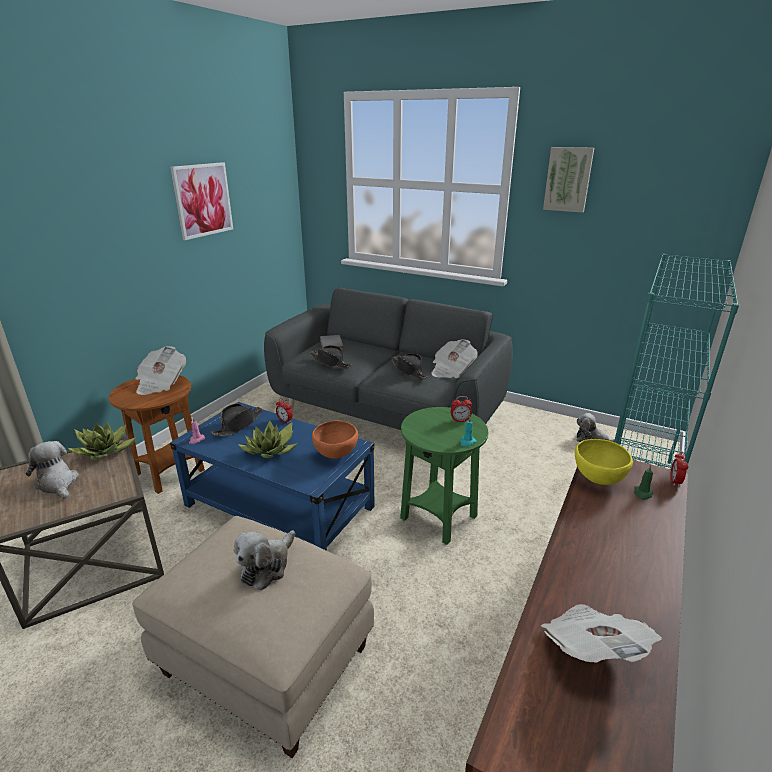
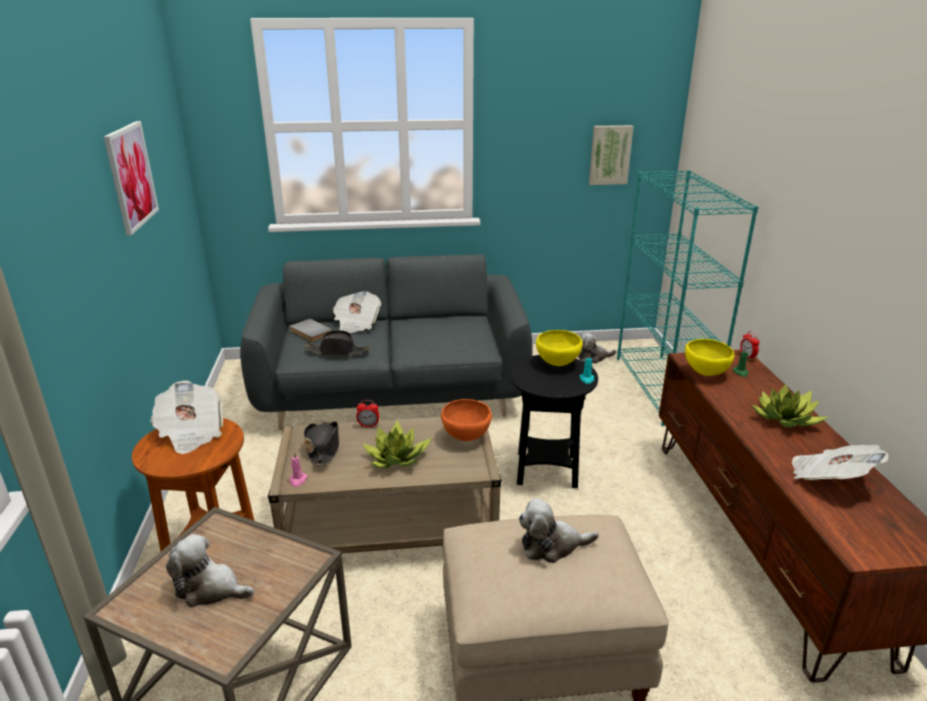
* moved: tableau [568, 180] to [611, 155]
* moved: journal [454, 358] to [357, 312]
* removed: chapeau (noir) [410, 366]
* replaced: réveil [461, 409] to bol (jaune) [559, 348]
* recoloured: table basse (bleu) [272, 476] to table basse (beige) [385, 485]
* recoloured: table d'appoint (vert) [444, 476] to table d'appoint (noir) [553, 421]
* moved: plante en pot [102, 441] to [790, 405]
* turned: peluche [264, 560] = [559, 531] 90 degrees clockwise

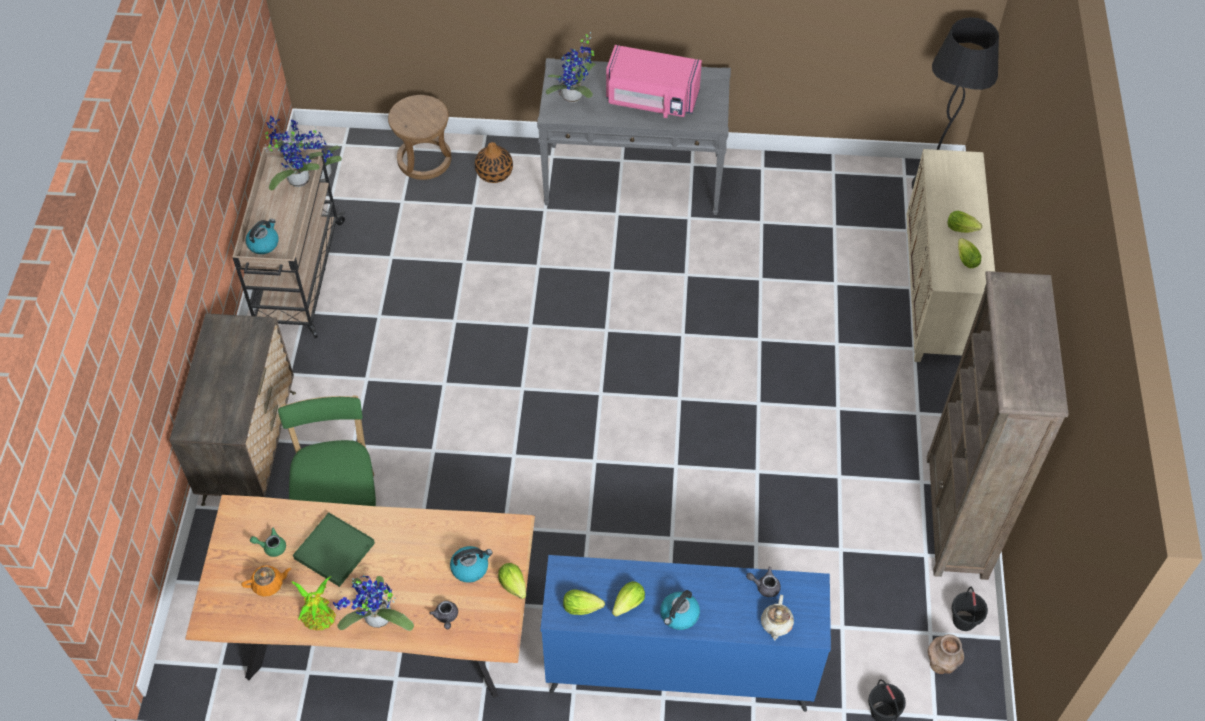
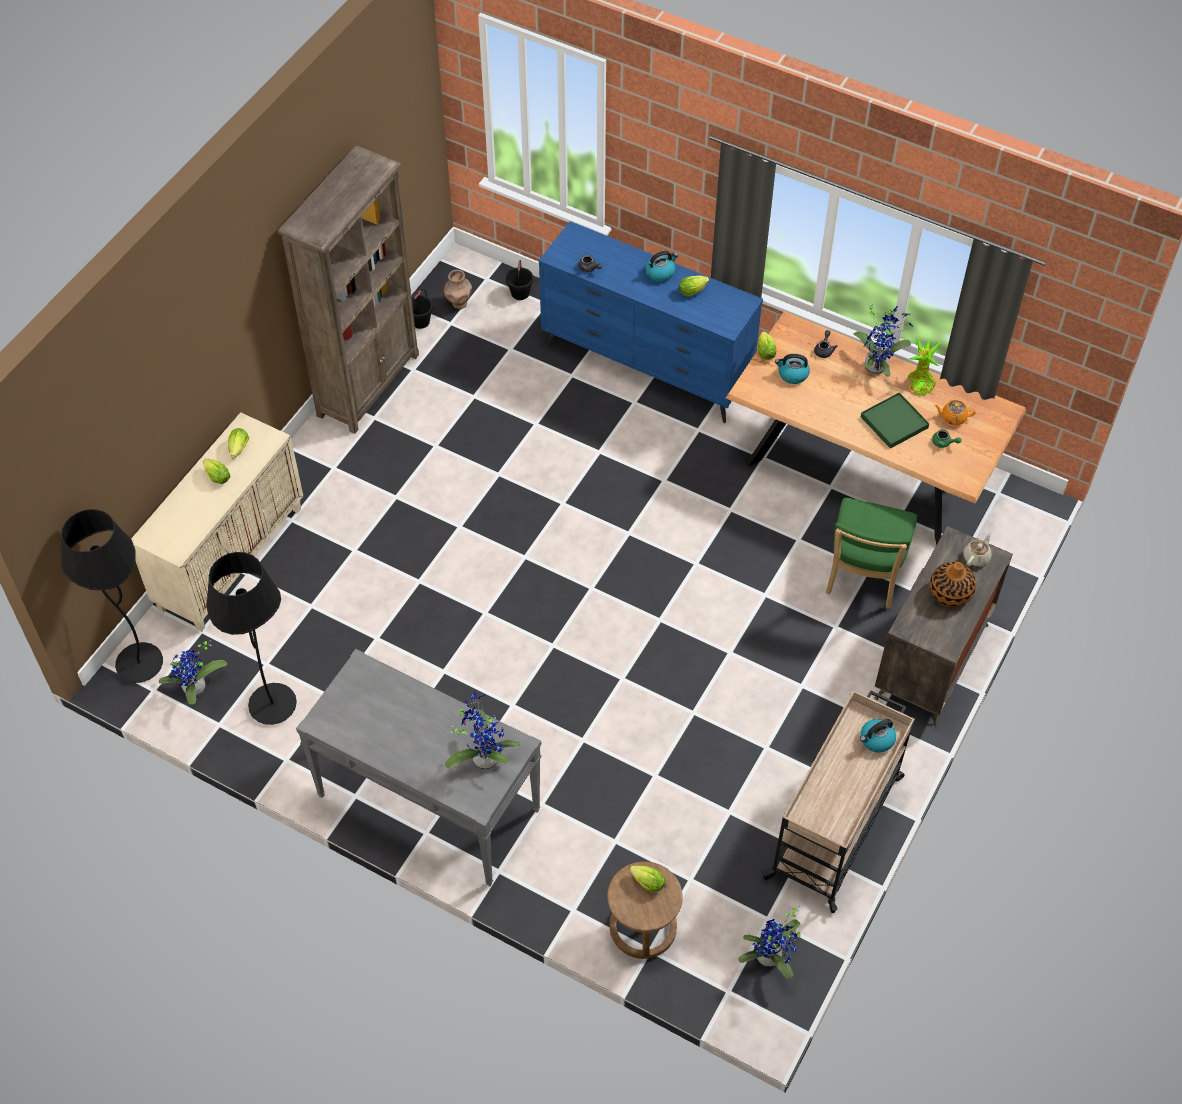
* removed: micro-ondes (rose) [654, 81]
* moved: plante en pot [294, 153] to [193, 672]
* moved: vase [494, 162] to [953, 584]
* moved: laitue [584, 602] to [647, 879]
* moved: théière (beige) [777, 618] to [977, 549]
* added: lampadaire (noir) [251, 638]

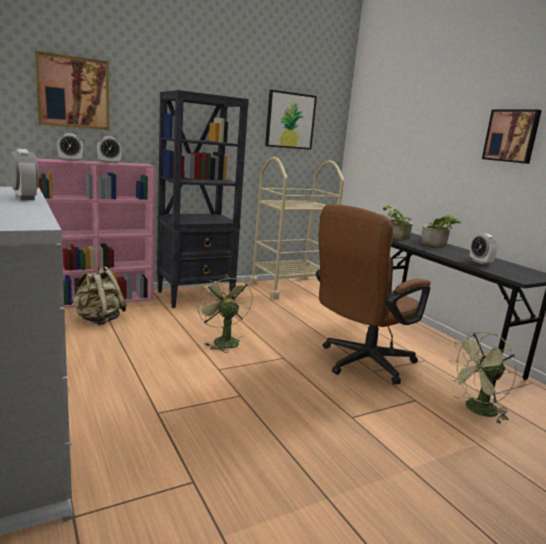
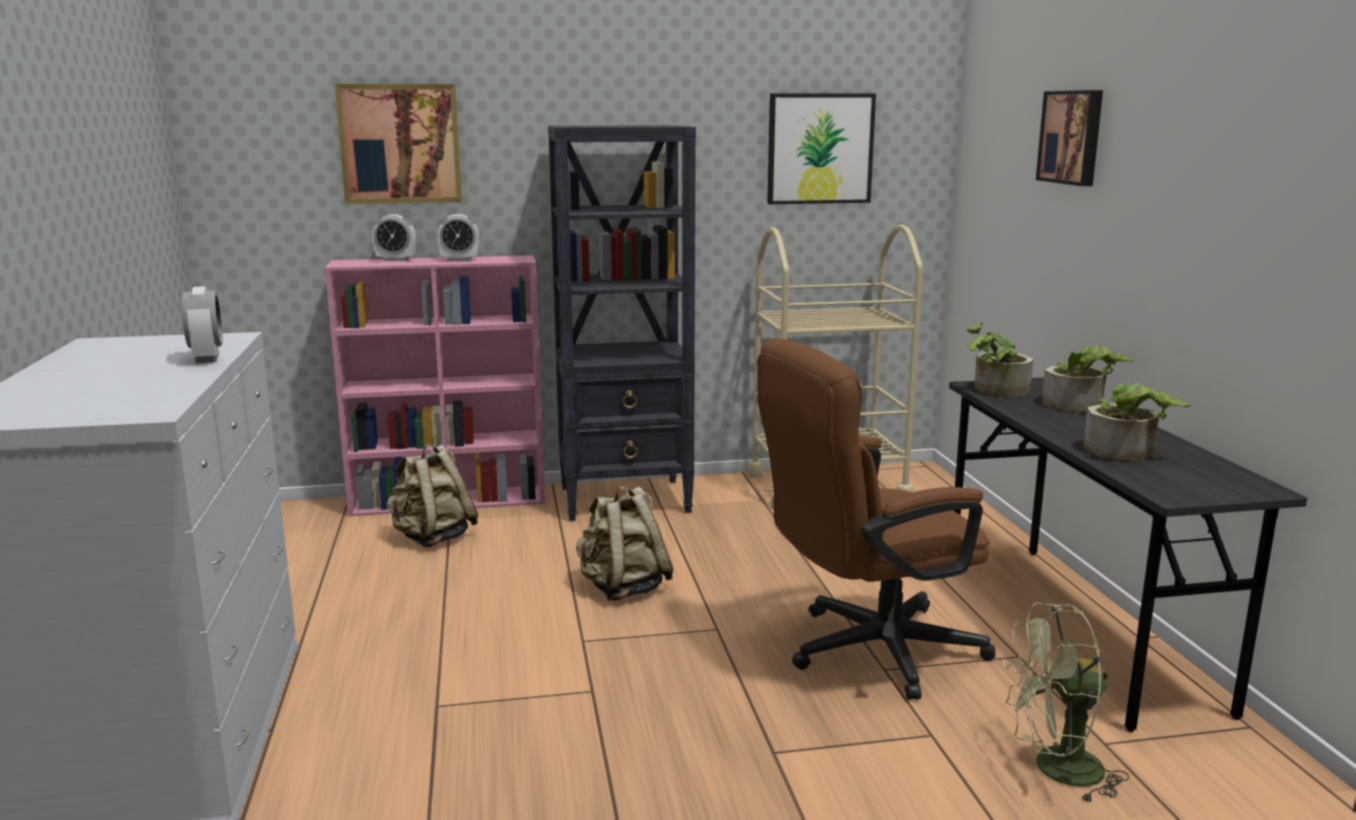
* moved: tableau [512, 136] to [1069, 138]
* replaced: réveil [483, 249] to plante en pot [1137, 422]
* replaced: ventilateur (vert) [224, 313] to sac à dos (beige) [624, 543]

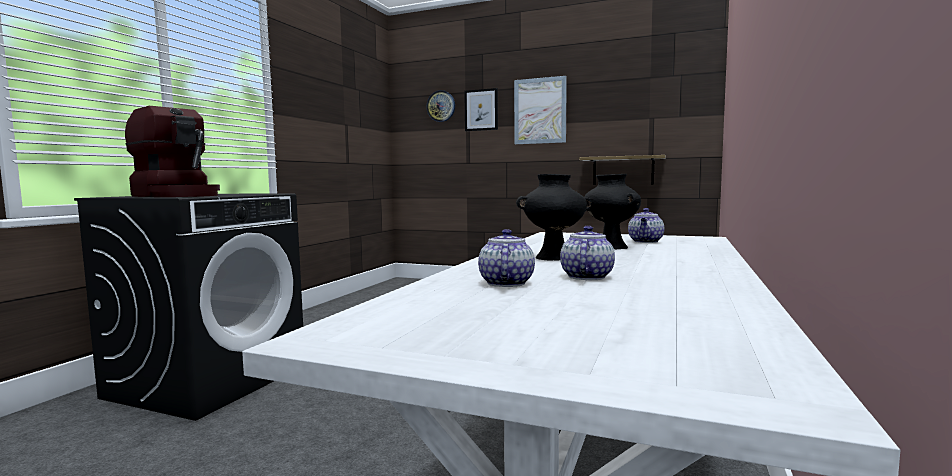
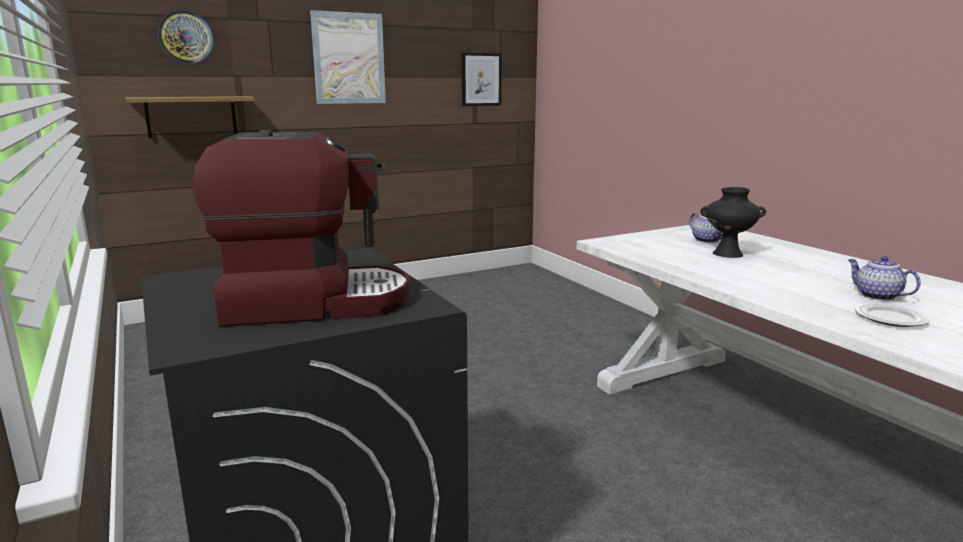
* moved: tableau [481, 109] to [482, 79]
* moved: étagère [622, 170] to [190, 117]
* removed: vase (noir) [554, 217]
* replaced: théière [506, 258] to assiette [892, 315]

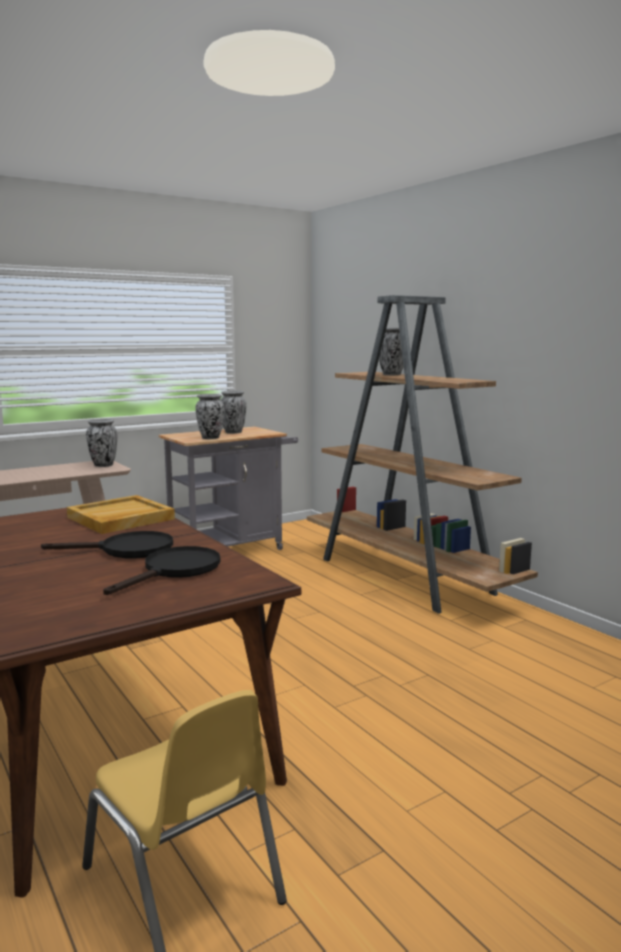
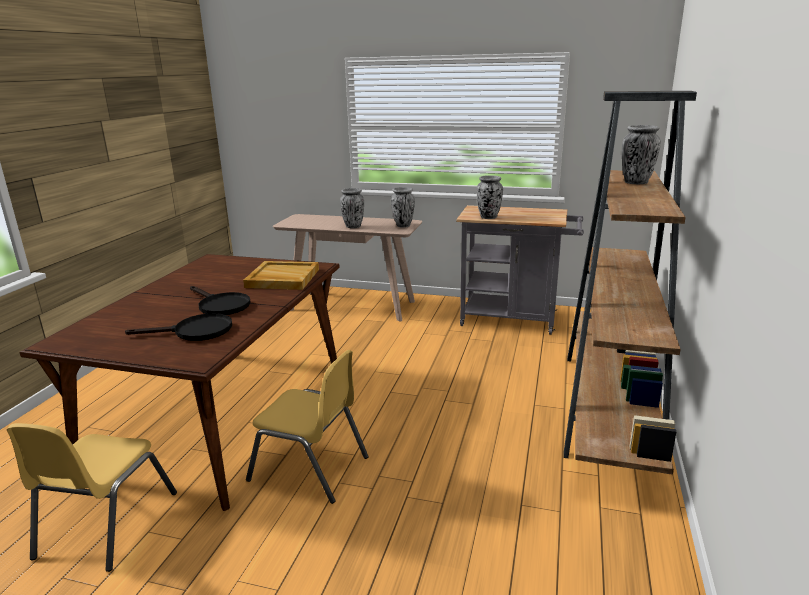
* moved: vase [233, 412] to [352, 208]
* added: chaise (jaune) [307, 427]

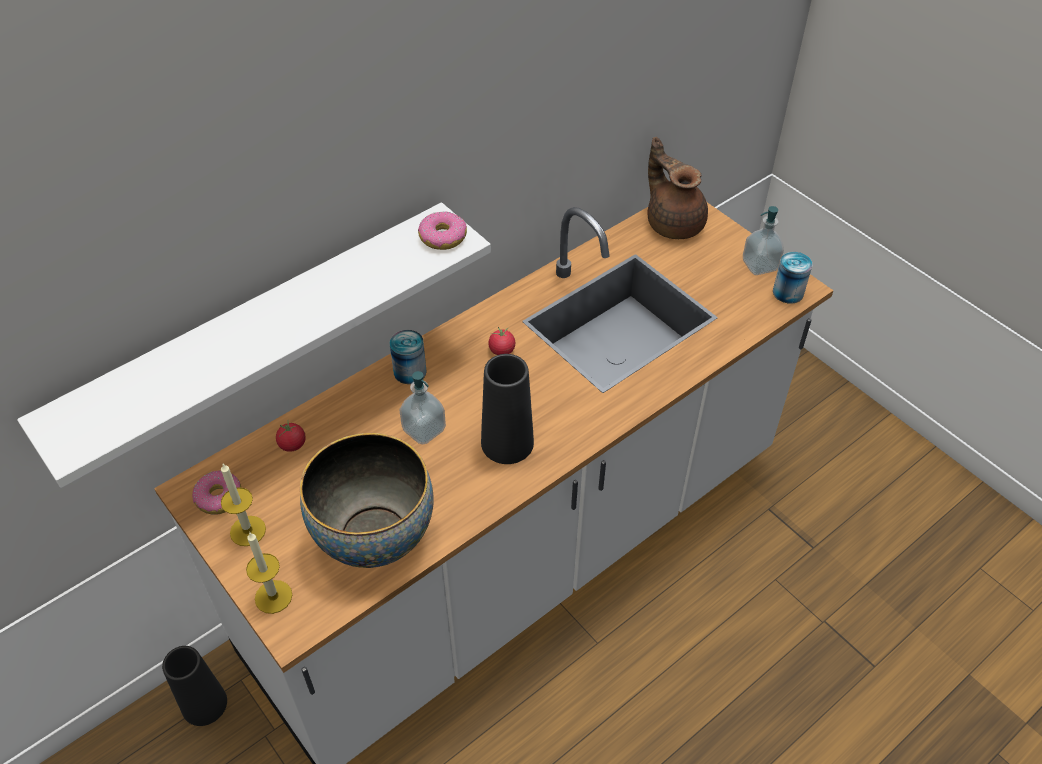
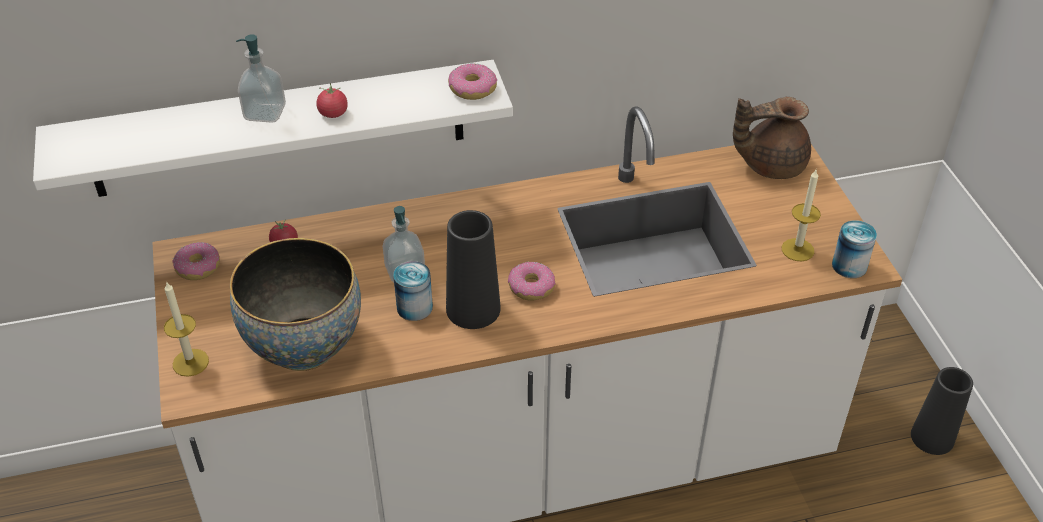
* turned: théière (marron) [678, 188] = [772, 138] 90 degrees counterclockwise
* moved: distributeur de savon [763, 240] to [261, 78]
* moved: tomate [501, 341] to [332, 100]
* moved: boîte métallique [408, 357] to [413, 291]
* moved: bougie [243, 505] to [801, 215]
* moved: vase (noir) [194, 686] to [942, 411]
* added: beignet [532, 281]

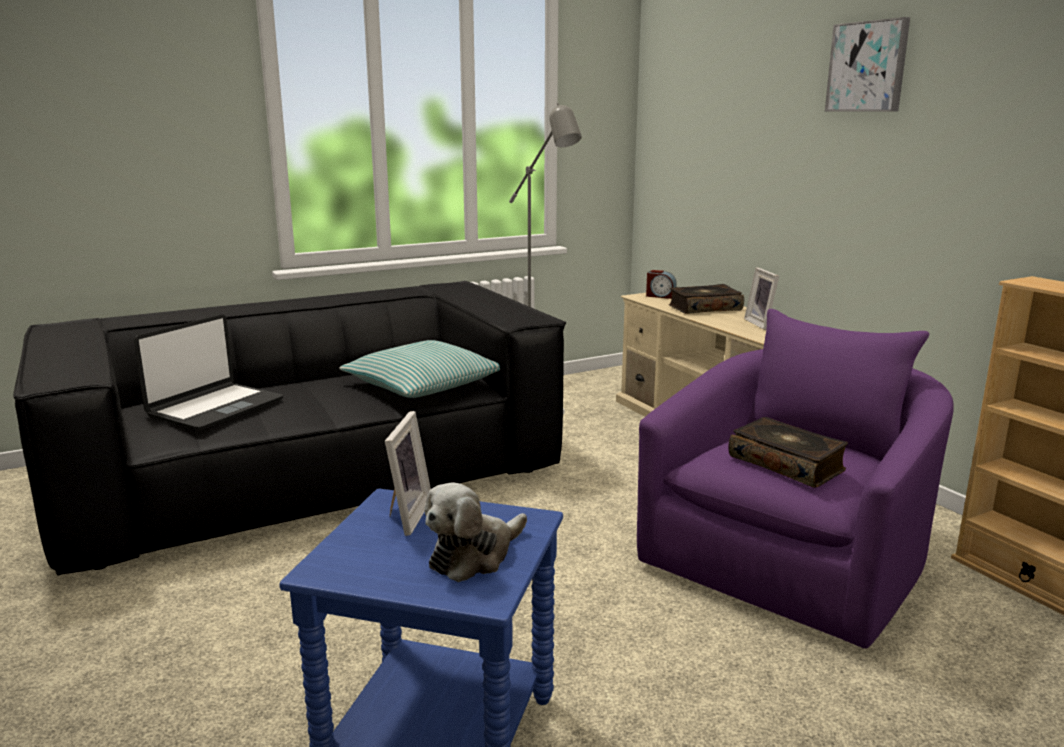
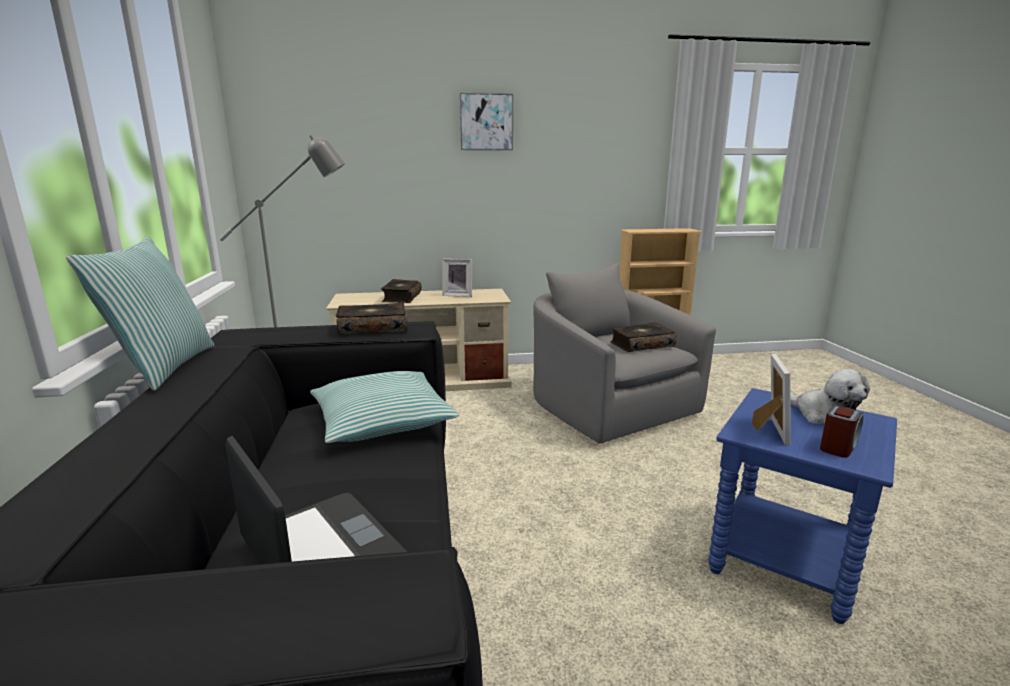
* moved: réveil [661, 284] to [842, 432]
* recoloured: fauteuil (violet) [795, 478] to fauteuil (gris) [624, 353]
* turned: cadre photo [408, 473] = [771, 399] 75 degrees clockwise
* added: coussin [140, 314]
* added: livre [371, 319]

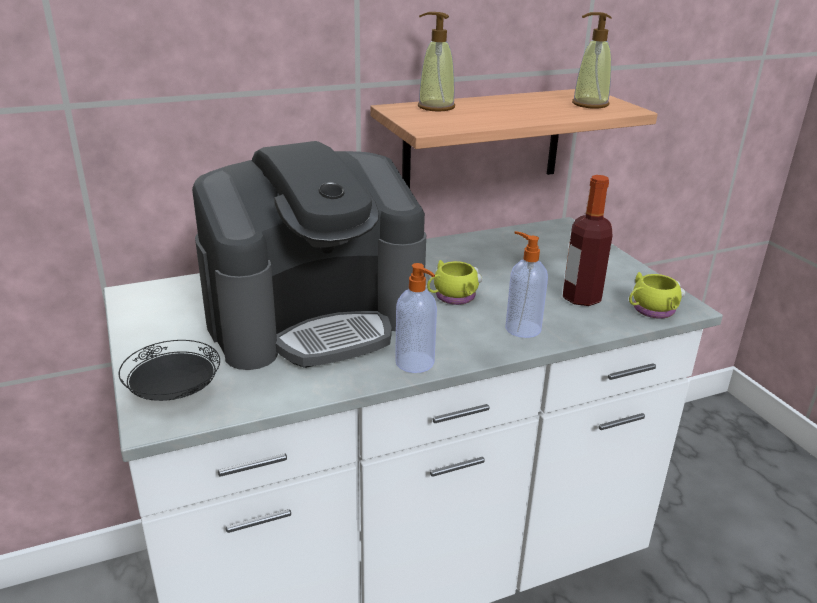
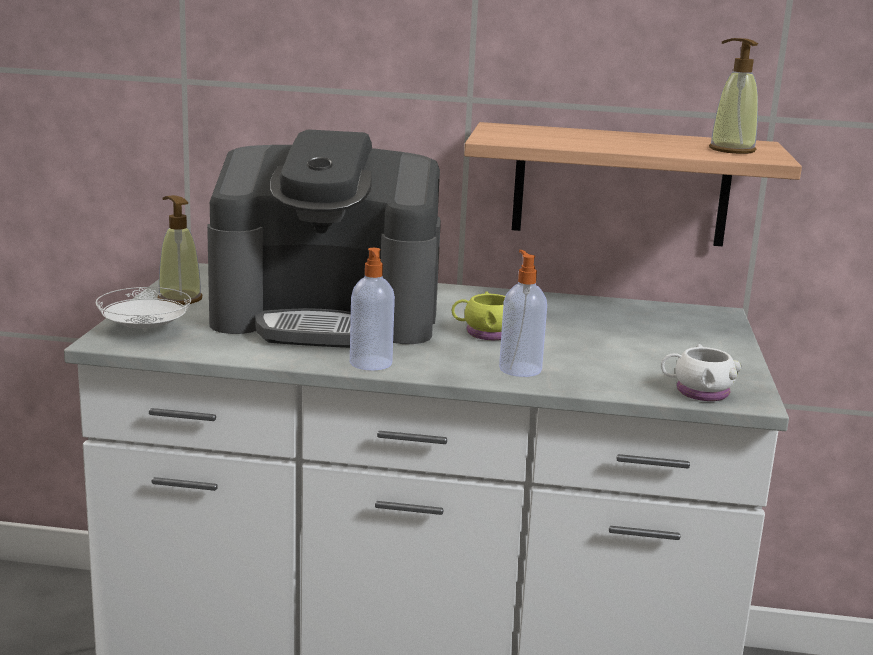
* moved: distributeur de savon [436, 62] to [180, 250]
* removed: bouteille [587, 240]
* recoloured: mug (jaune) [657, 295] to mug (blanc) [701, 372]
* recoloured: assiette (noir) [169, 370] to assiette (blanc) [143, 308]

